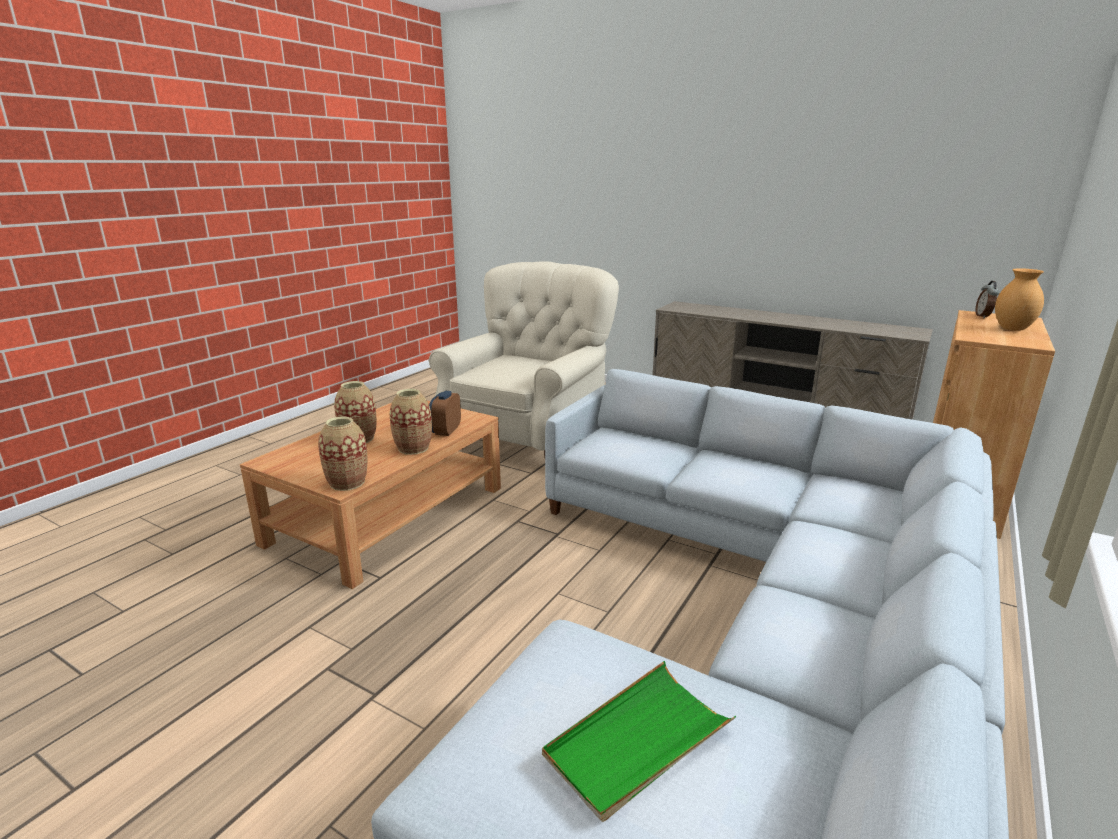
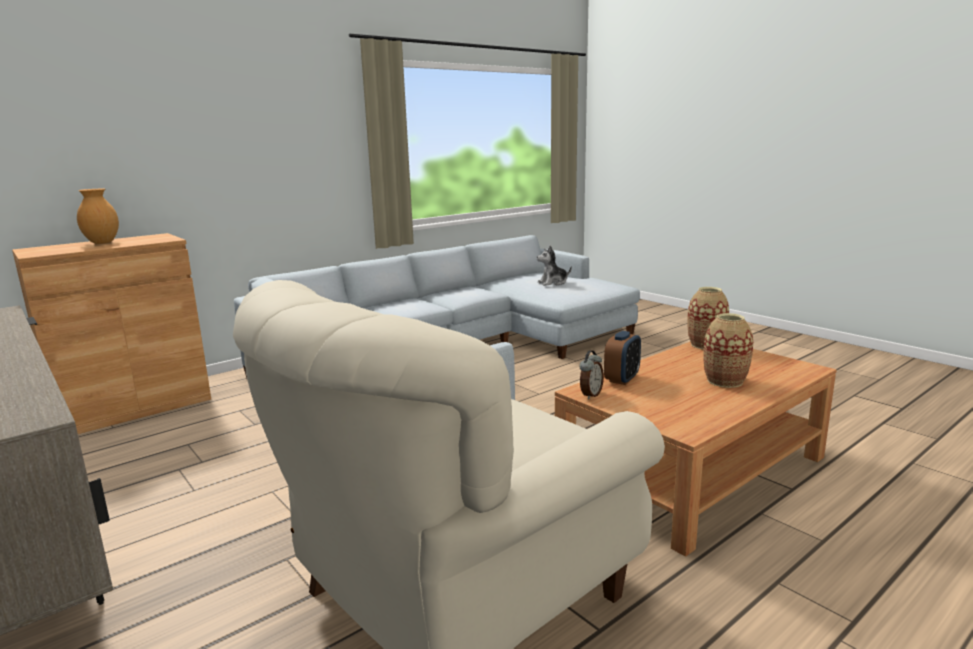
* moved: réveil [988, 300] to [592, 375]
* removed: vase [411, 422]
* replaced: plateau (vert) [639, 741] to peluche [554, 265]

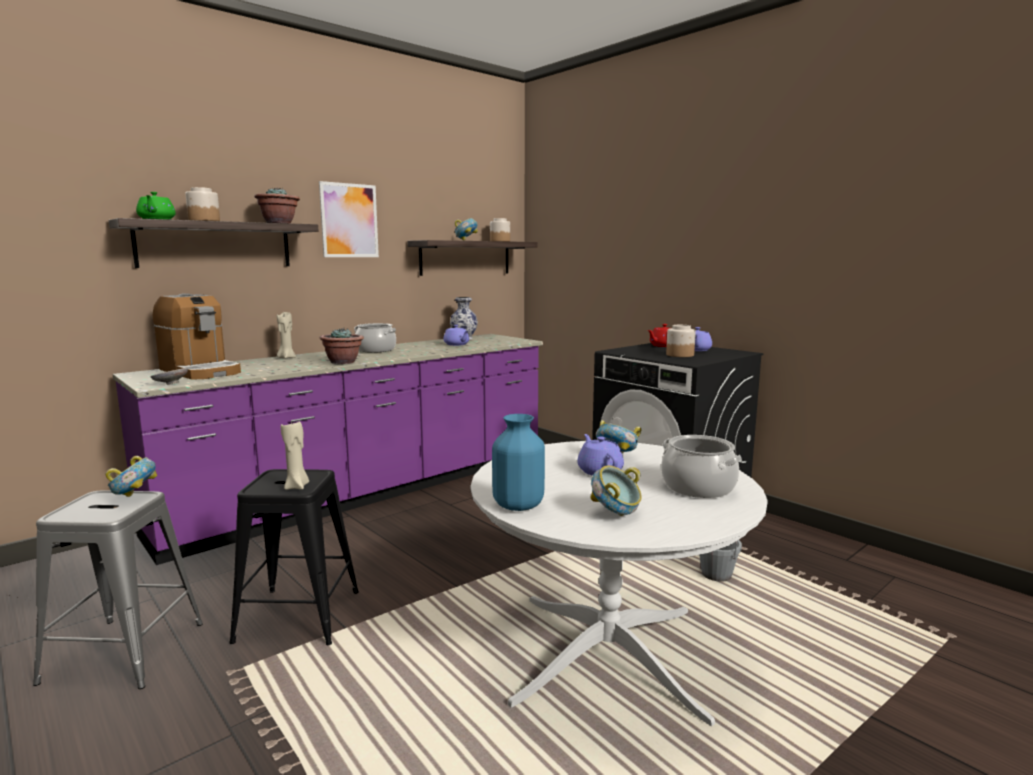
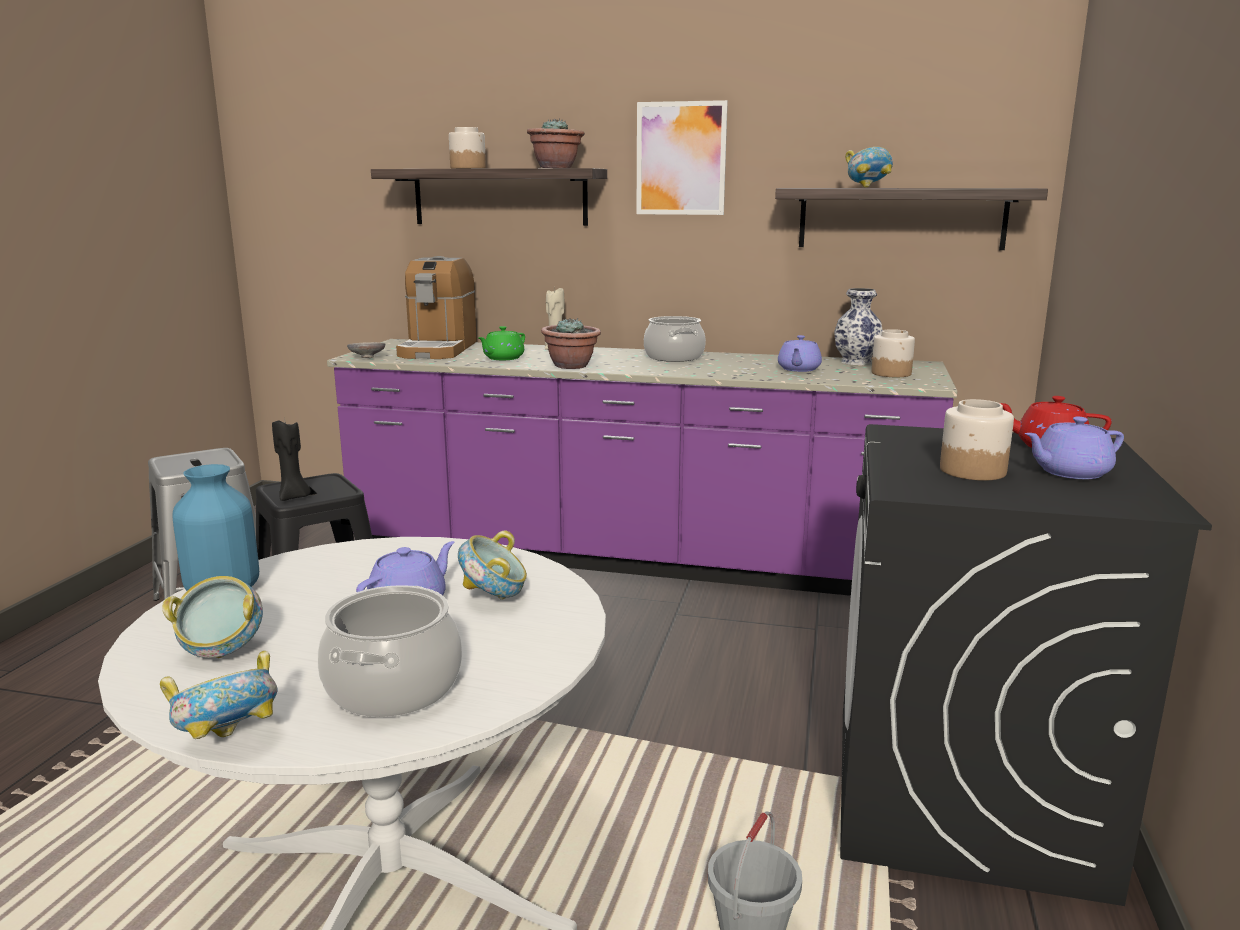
* moved: théière (vert) [156, 206] to [501, 343]
* moved: bocal [500, 229] to [893, 353]
* recoloured: bougie (beige) [295, 455] to bougie (noir) [291, 459]
* moved: bol [131, 476] to [219, 695]

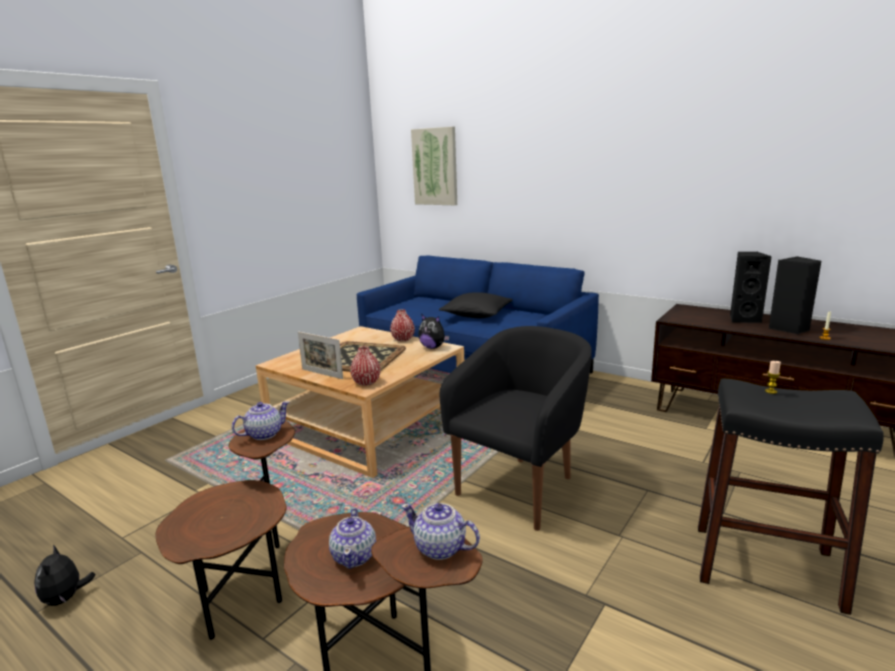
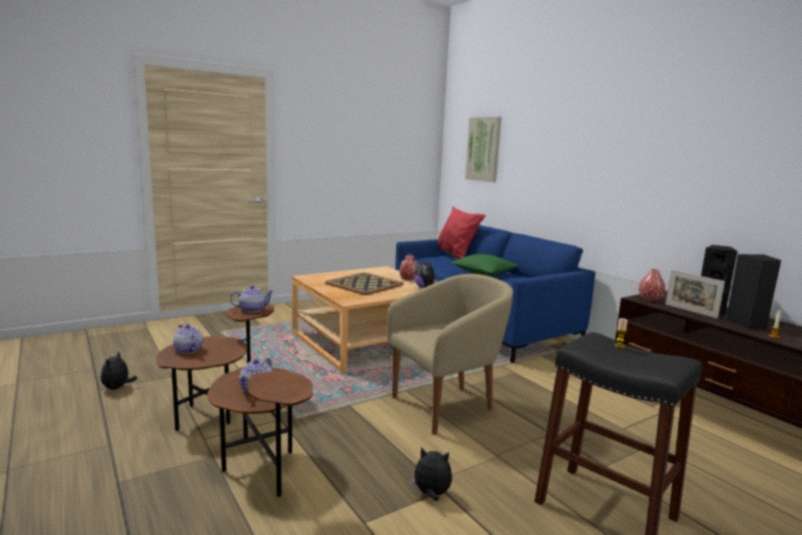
* recoloured: coussin (noir) [476, 305] to coussin (vert) [484, 265]
* recoloured: fauteuil (noir) [516, 428] to fauteuil (beige) [450, 354]
* moved: cadre photo [320, 355] to [695, 294]
* moved: vase (rouge) [365, 366] to [652, 285]
* moved: théière [440, 531] to [188, 339]
* added: coussin (rouge) [462, 232]
* added: peluche [430, 474]

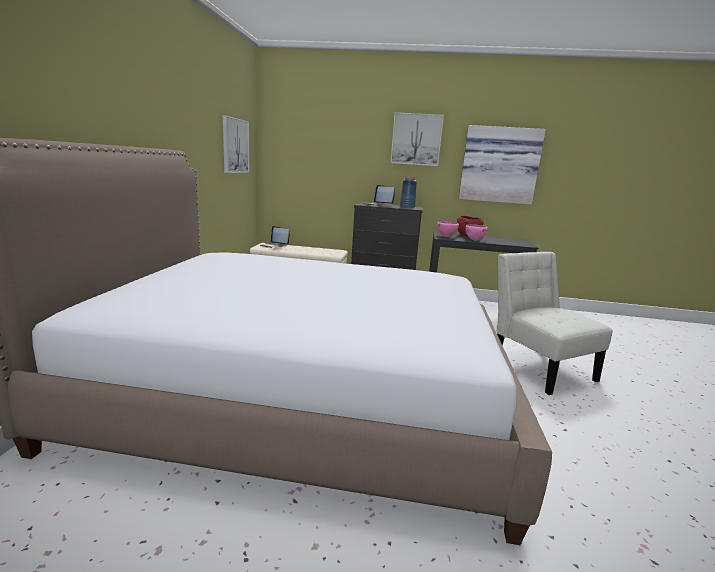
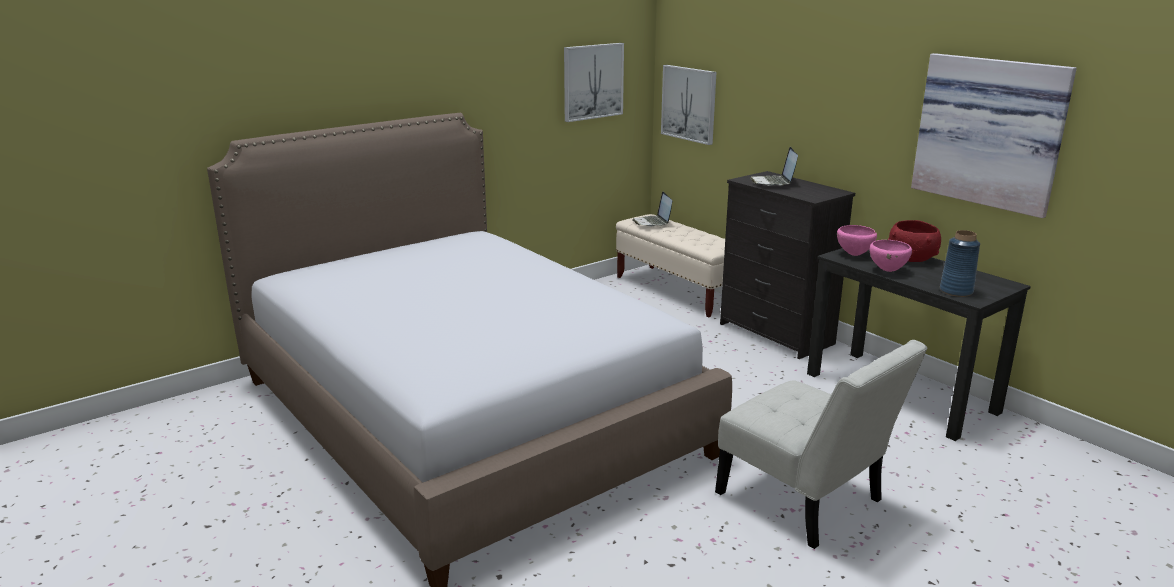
* moved: tableau [417, 139] to [689, 105]
* moved: vase (bleu) [408, 192] to [960, 263]
* turned: chaise (blanc) [555, 323] = [821, 444] 120 degrees clockwise

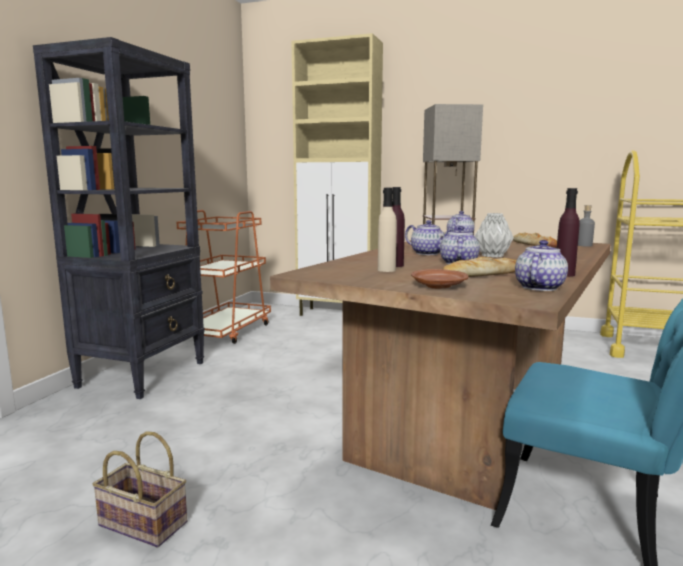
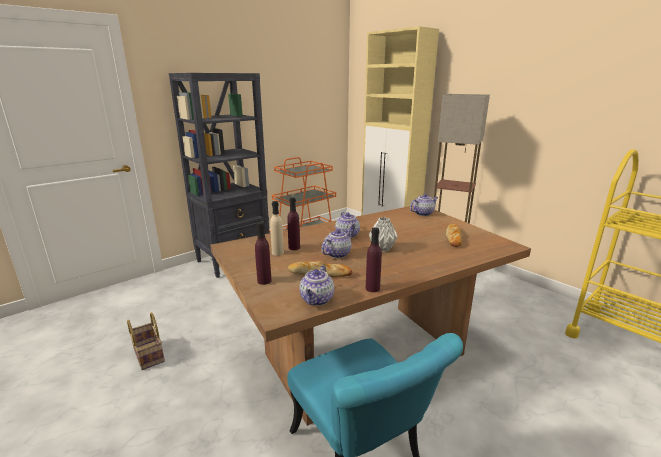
* removed: bouteille (gris) [586, 226]
* turned: théière [541, 265] = [316, 286] 135 degrees clockwise
* replaced: assiette (marron) [440, 279] to bouteille (violet) [263, 253]

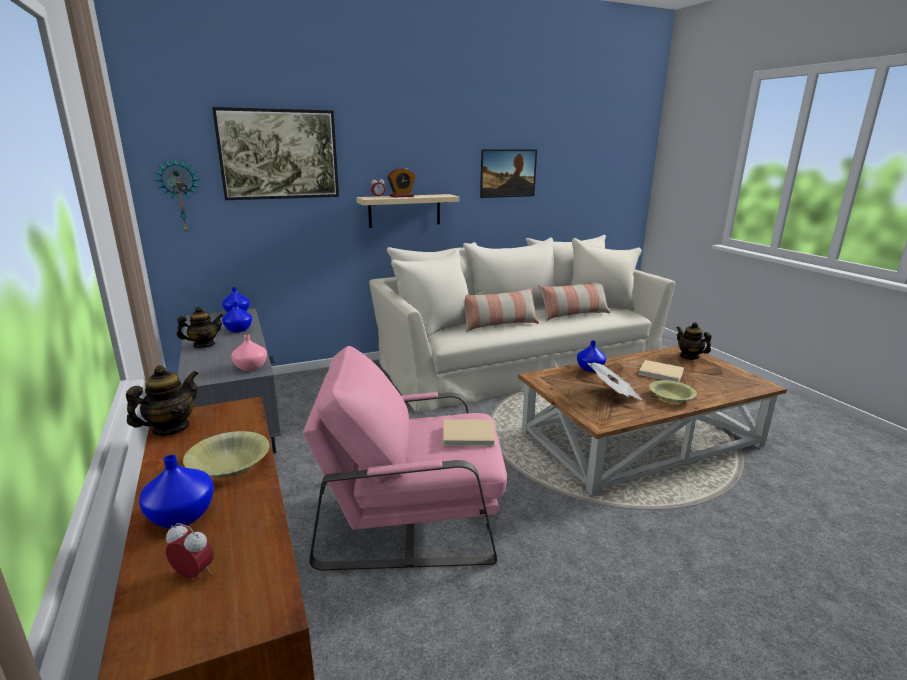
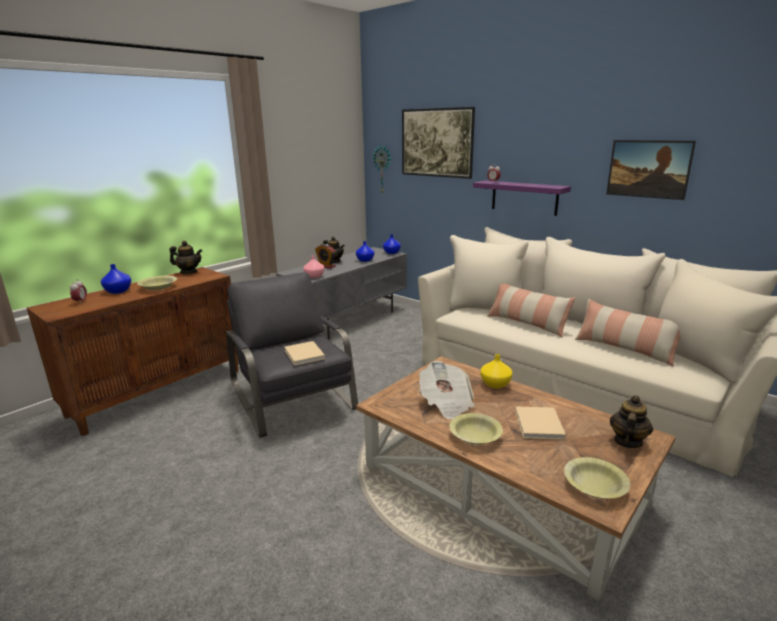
* moved: réveil [401, 182] to [325, 256]
* recoloured: étagère (beige) [407, 211] to étagère (violet) [522, 198]
* recoloured: vase (bleu) [591, 356] to vase (jaune) [496, 371]
* recoloured: fauteuil (rose) [405, 458] to fauteuil (gris) [292, 355]
* added: bol (jaune) [597, 477]

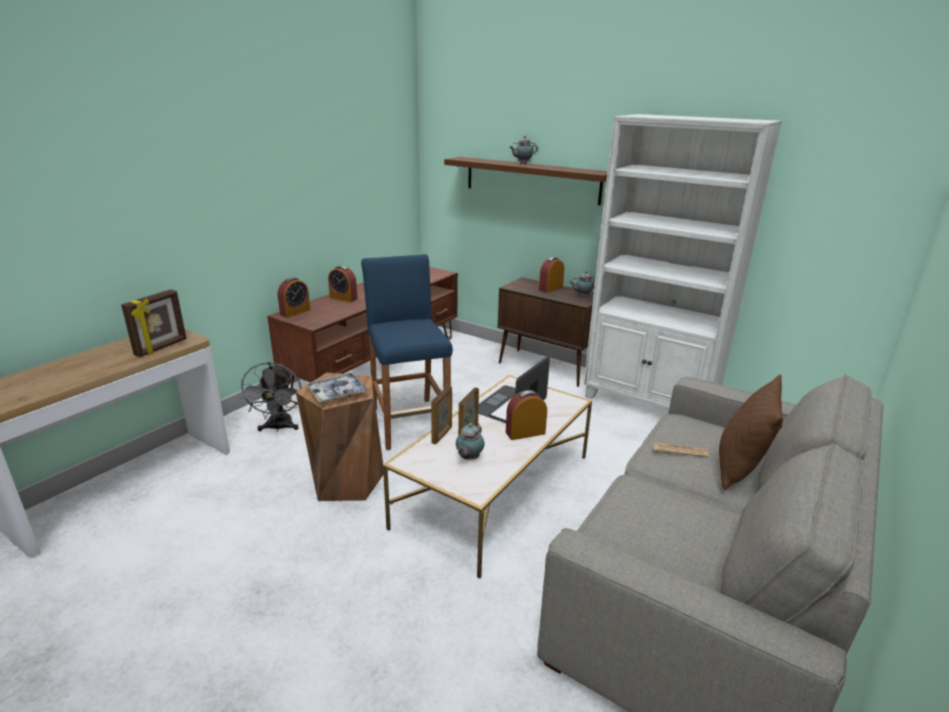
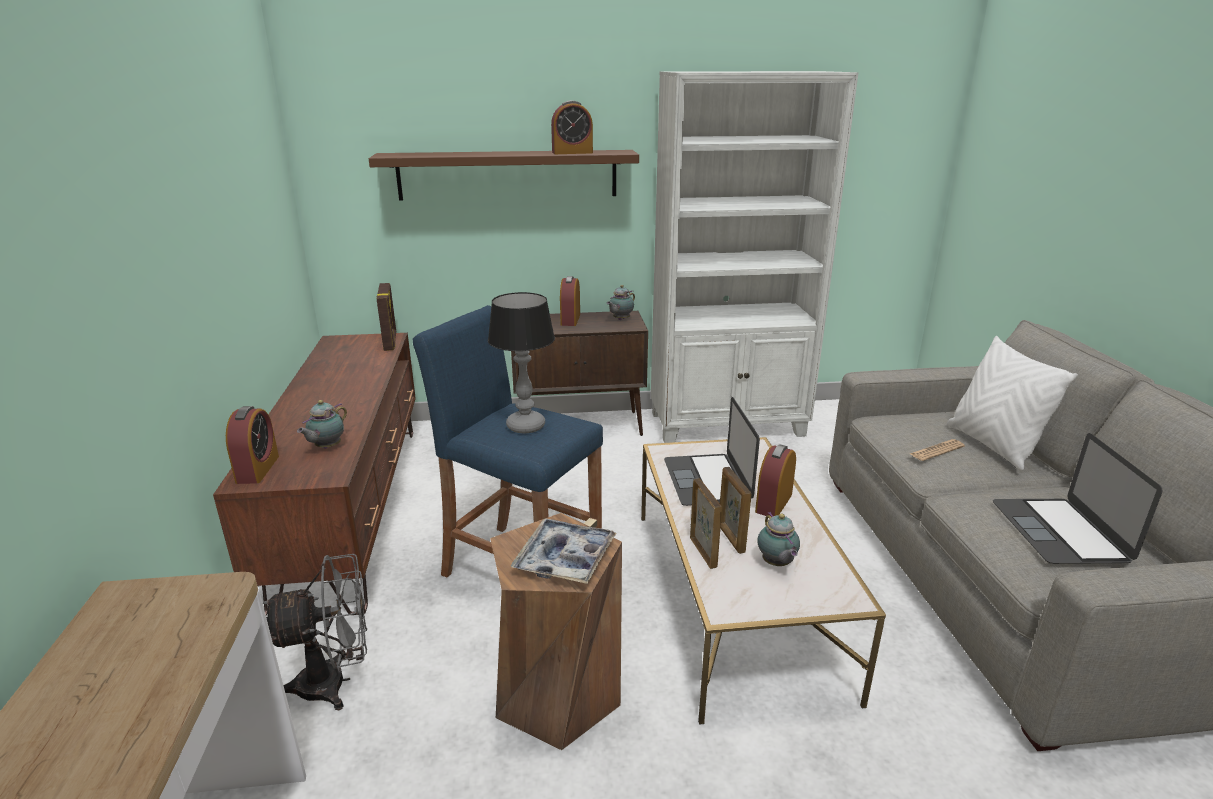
* moved: théière [523, 150] to [322, 424]
* moved: réveil [343, 284] to [572, 127]
* moved: cadre photo [154, 323] to [386, 317]
* turned: ventilateur (gris) [270, 397] = [315, 632] 60 degrees counterclockwise
* recoloured: coussin (marron) [751, 432] to coussin (blanc) [1012, 403]
* added: lampe de table [521, 362]
* added: ordinateur portable [1078, 498]

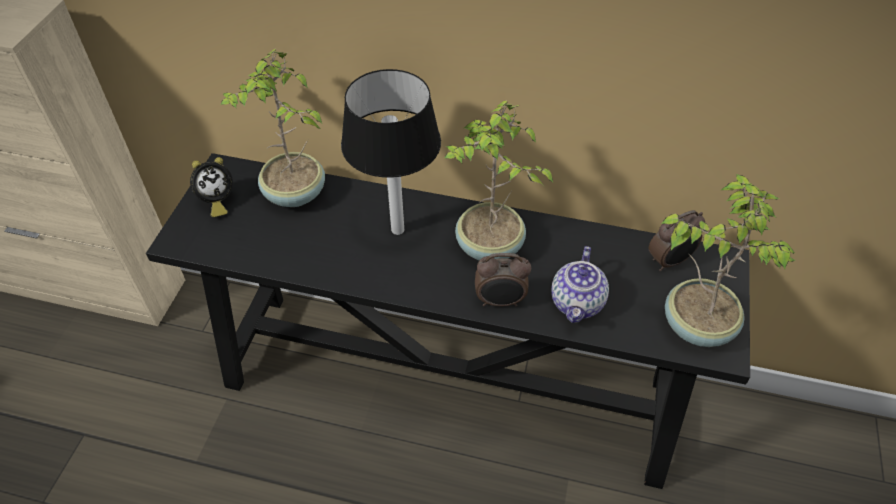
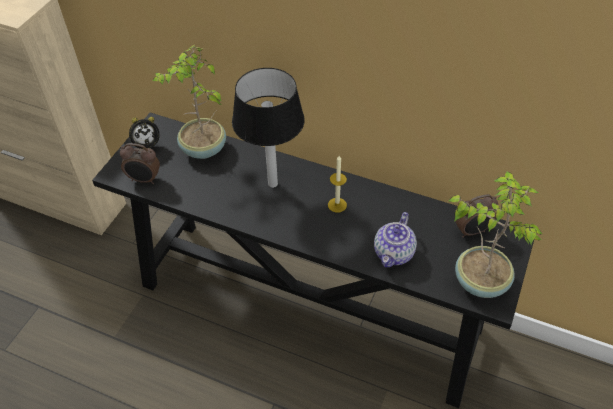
* replaced: plante en pot [499, 180] to bougie [337, 184]
* moved: réveil [503, 280] to [140, 163]

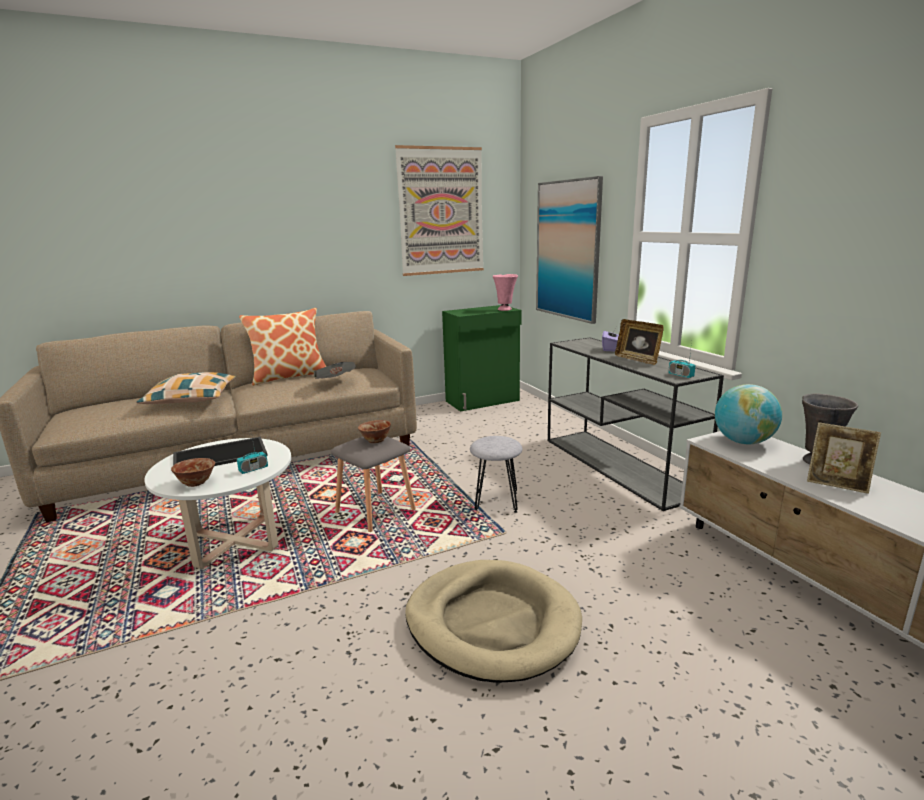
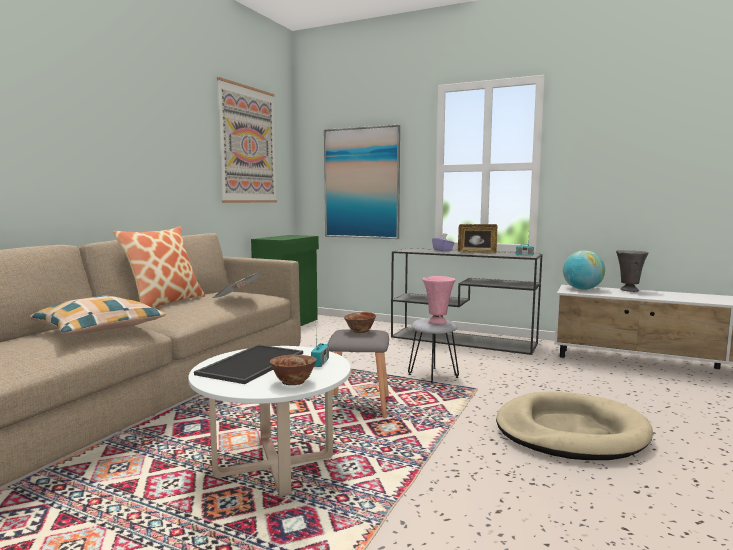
* moved: vase (rose) [505, 292] to [439, 300]
* removed: cadre photo [844, 458]

